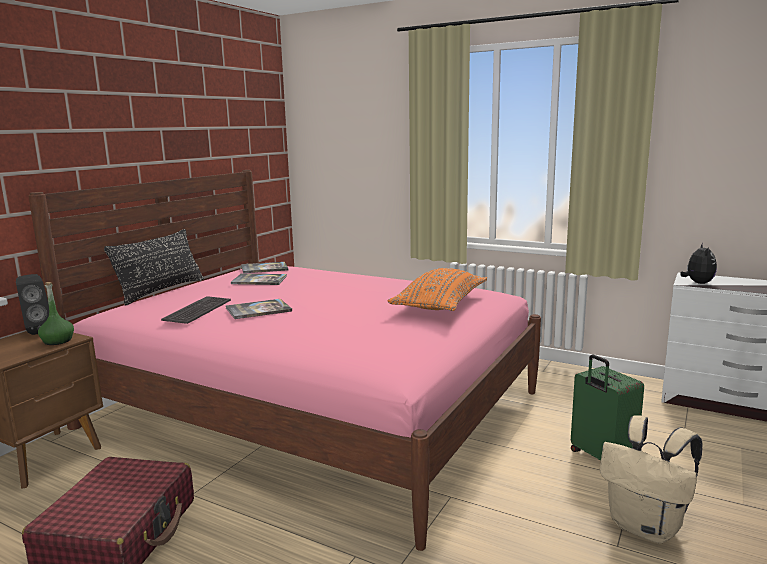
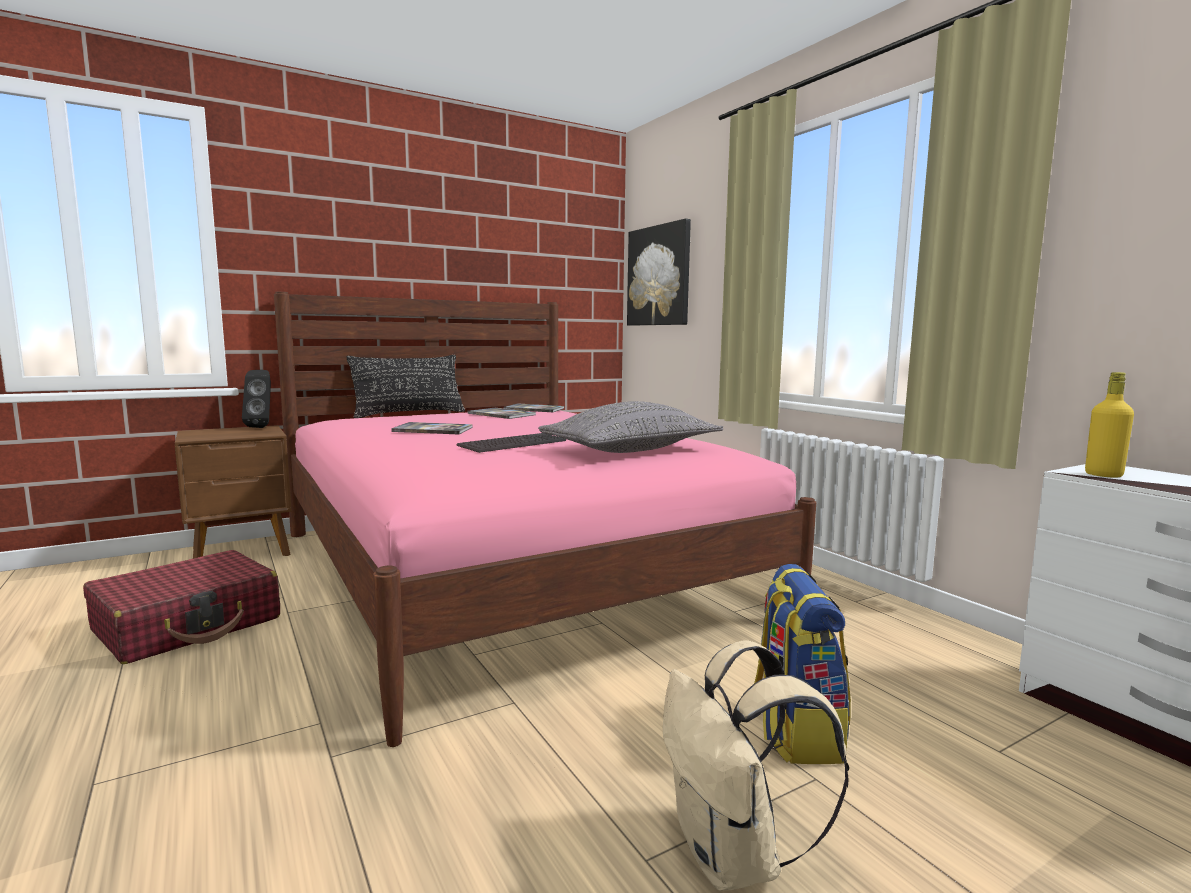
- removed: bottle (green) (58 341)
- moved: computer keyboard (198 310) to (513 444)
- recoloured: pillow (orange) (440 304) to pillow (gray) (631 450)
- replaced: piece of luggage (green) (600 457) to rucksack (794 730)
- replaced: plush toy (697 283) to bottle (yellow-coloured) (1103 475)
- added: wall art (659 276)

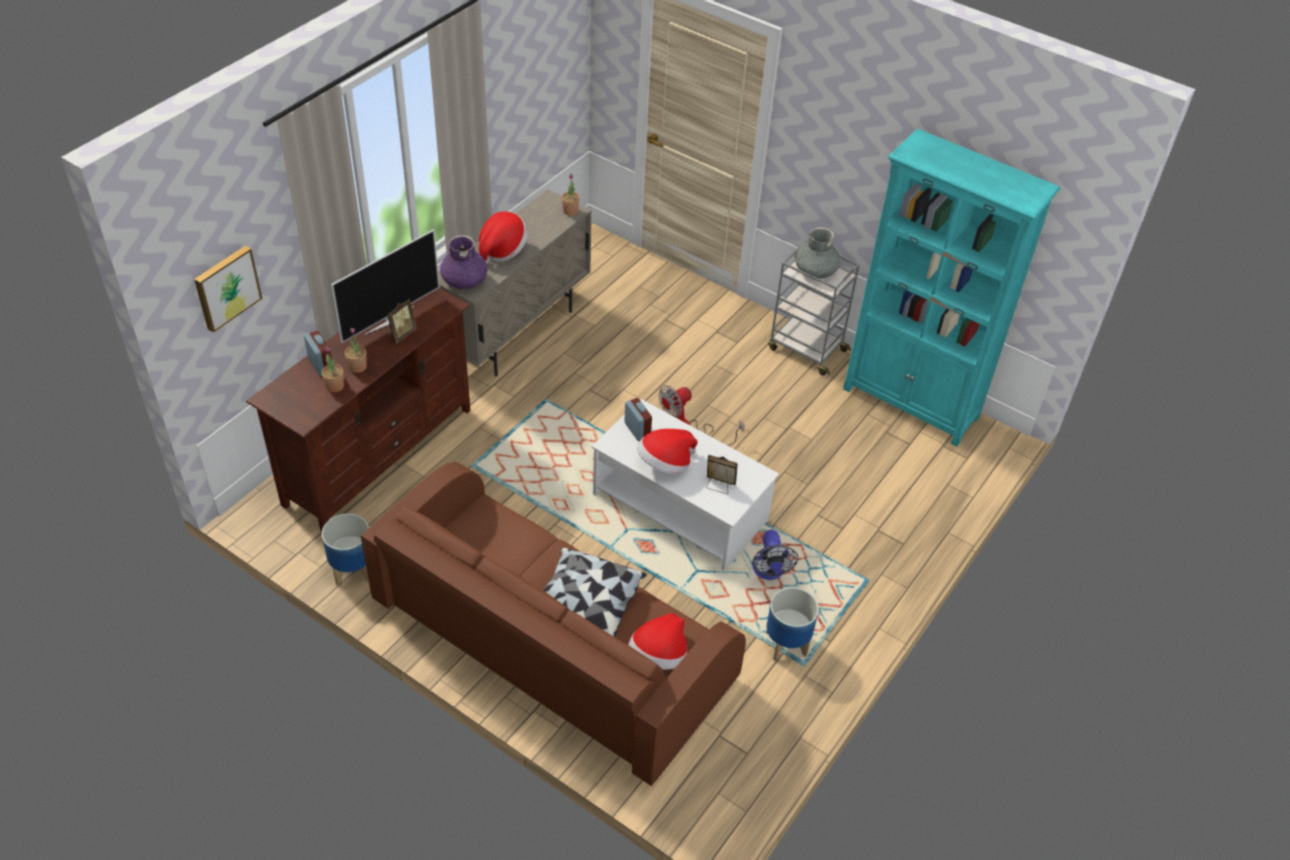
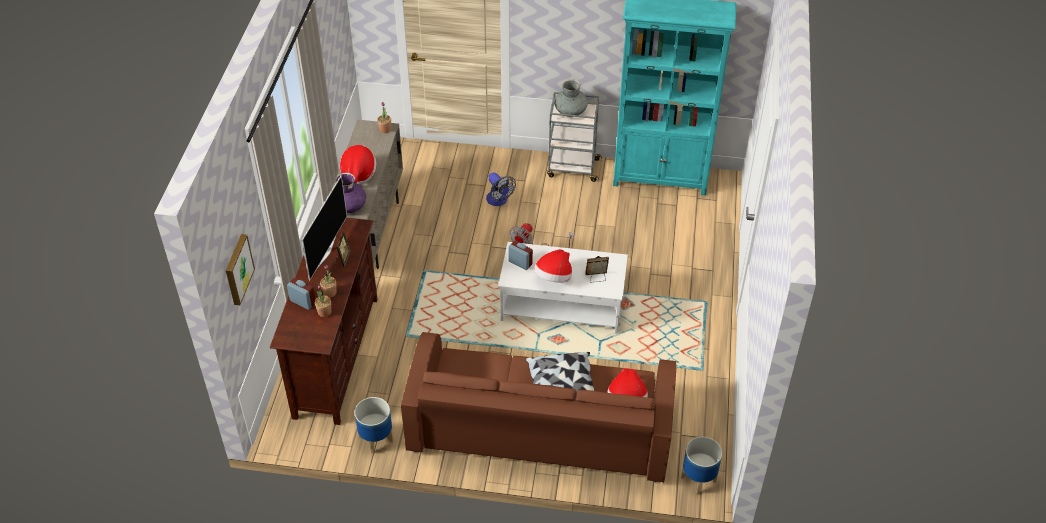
- moved: fan (769 572) to (499 201)
- moved: planter (785 644) to (698 480)

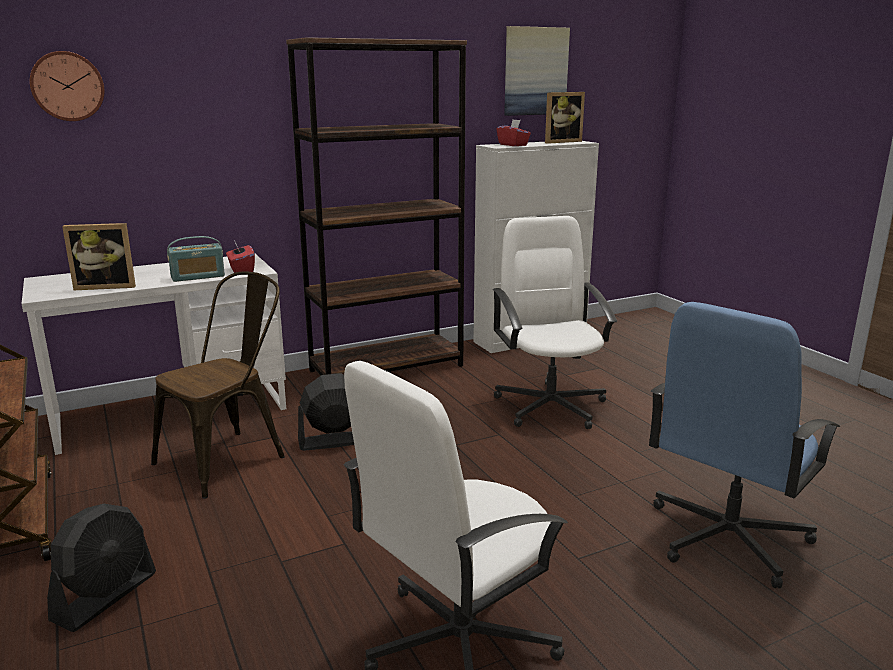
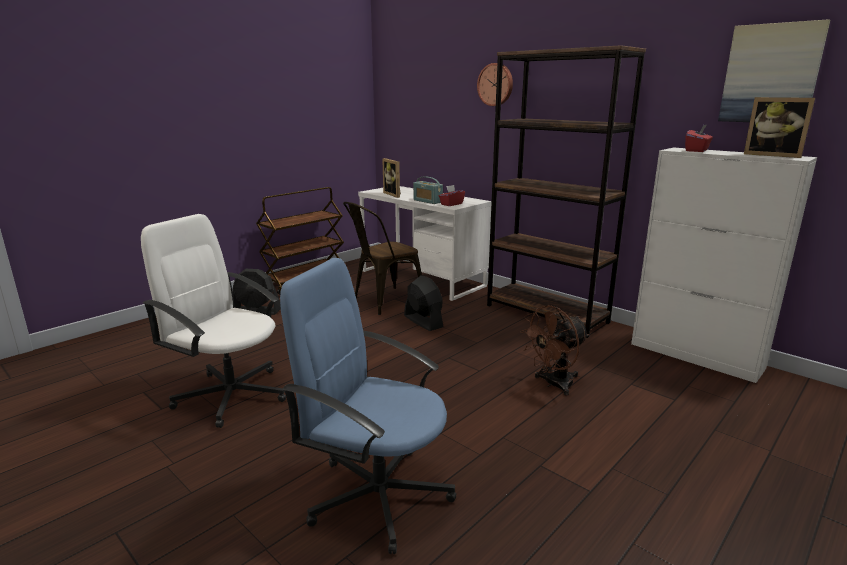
- moved: hanging clock (67 86) to (496 84)
- turned: plain chair (brown) (229 458) = (383 302) 120 degrees clockwise
- replaced: desk chair (white-coloured) (550 405) to fan (brown) (553 384)

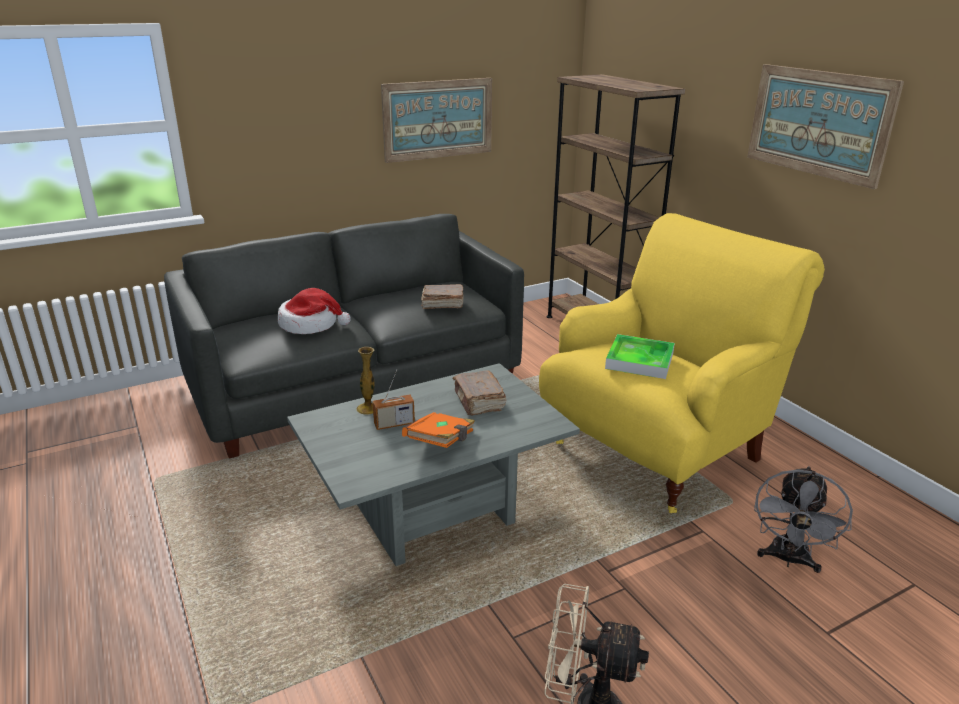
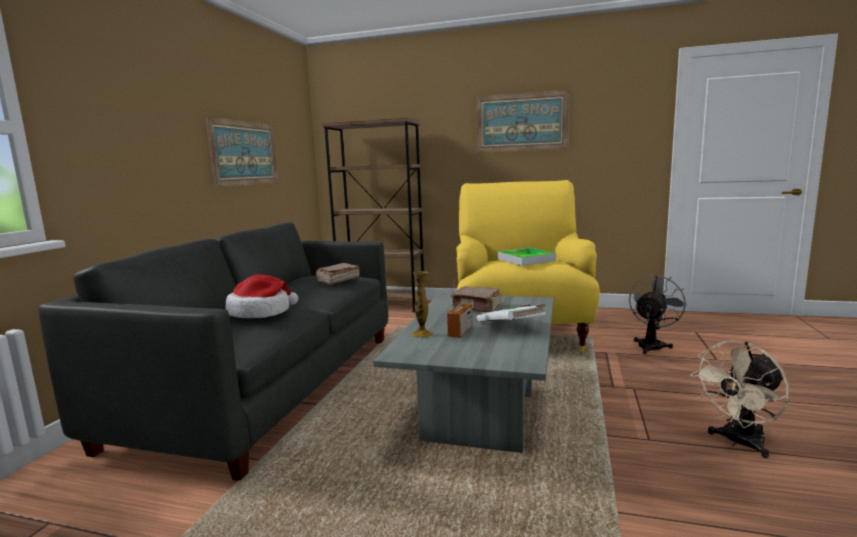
- recoloured: book (orange) (441 442) to book (white-coloured) (511 327)
- turned: fan (gray) (788 560) = (652 345) 120 degrees counterclockwise

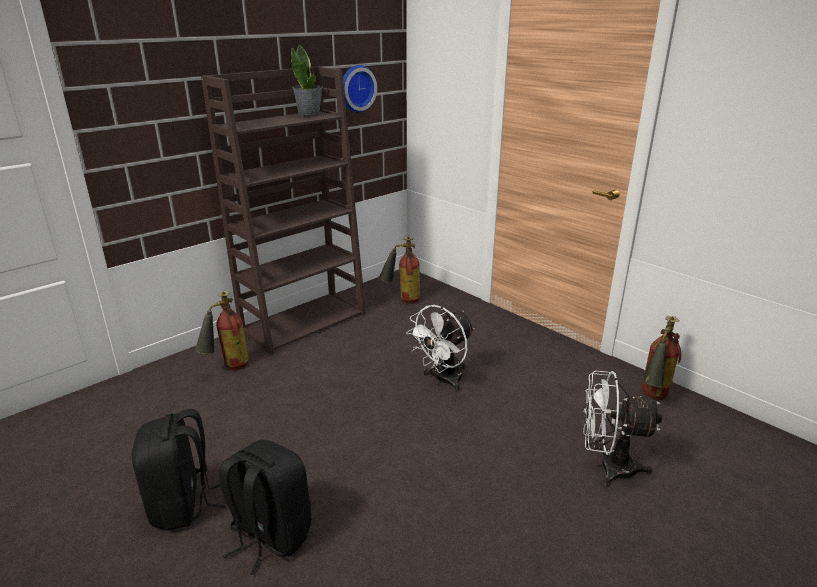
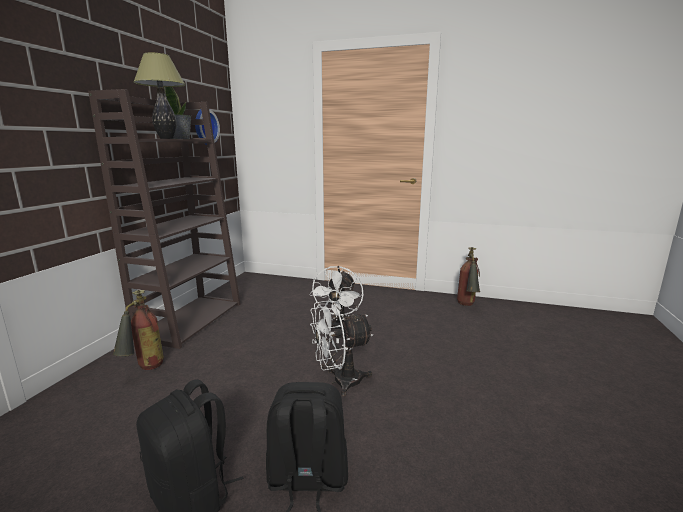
- removed: extinguisher (402 300)
- moved: fan (white-coloured) (607 467) to (340 382)
- added: lamp for a table (166 138)

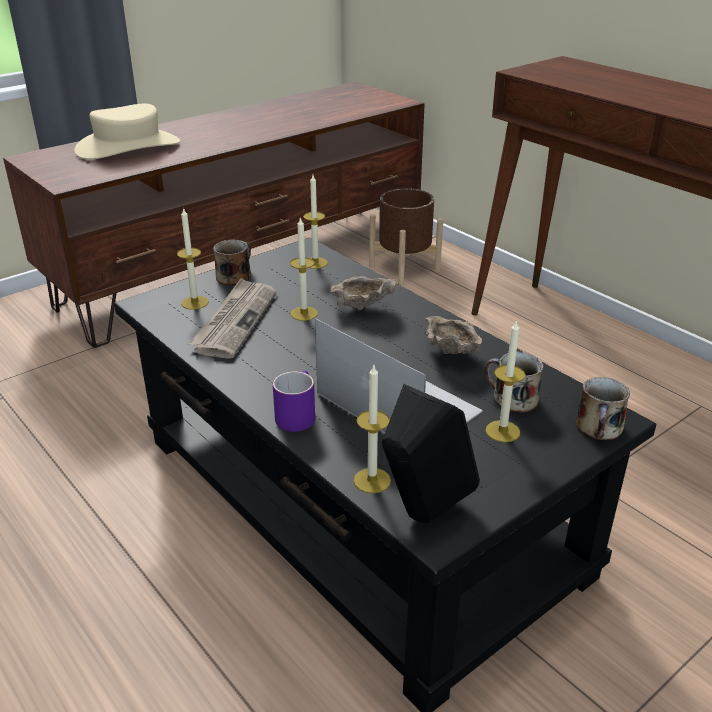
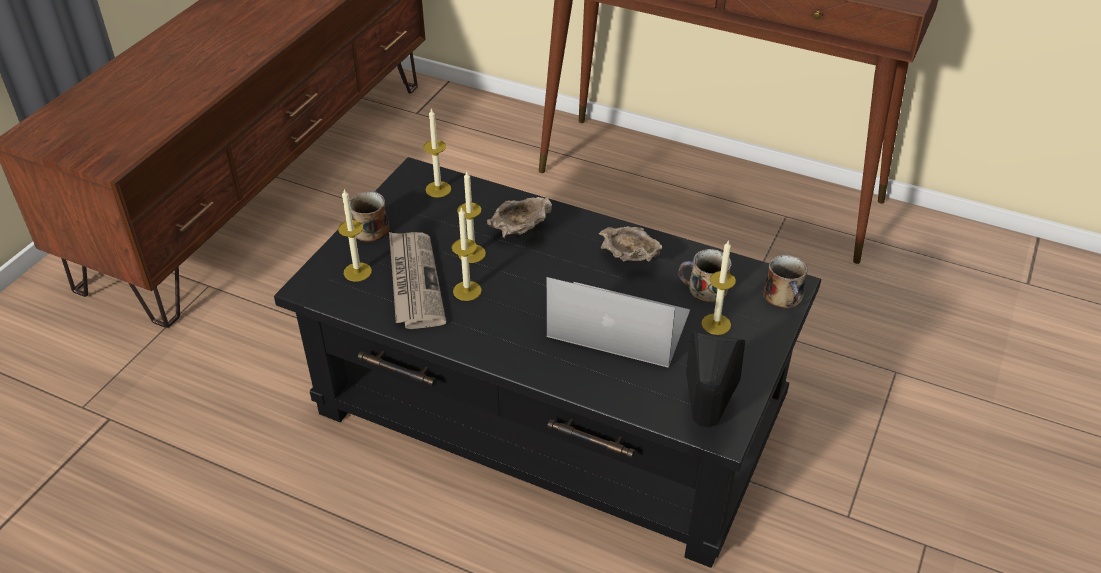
- removed: clothing hat (beige-coloured) (128 147)
- removed: mug (purple) (296 414)
- moved: wax candle (372 480) to (467 291)
- removed: planter (brown) (404 268)

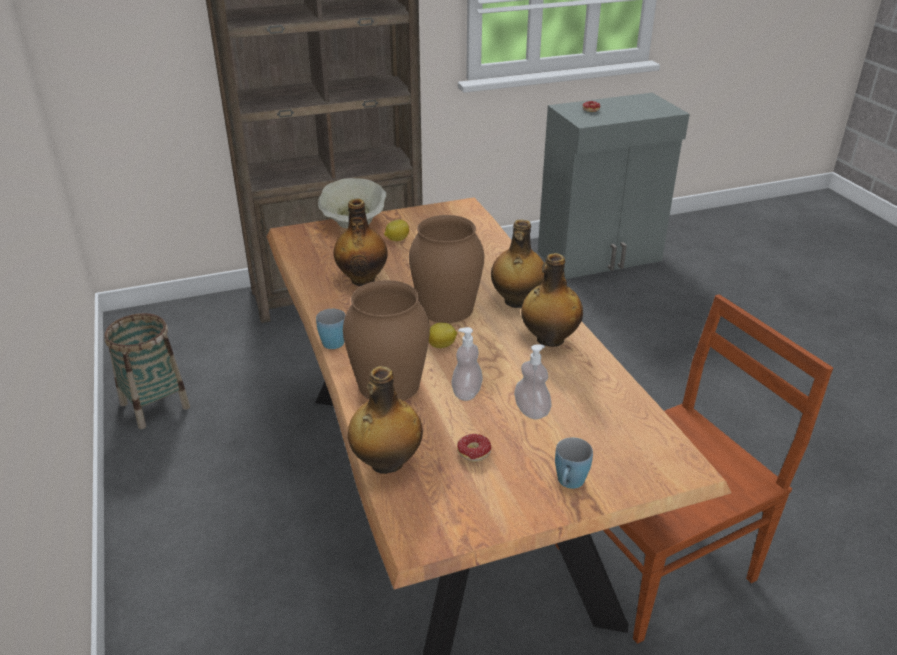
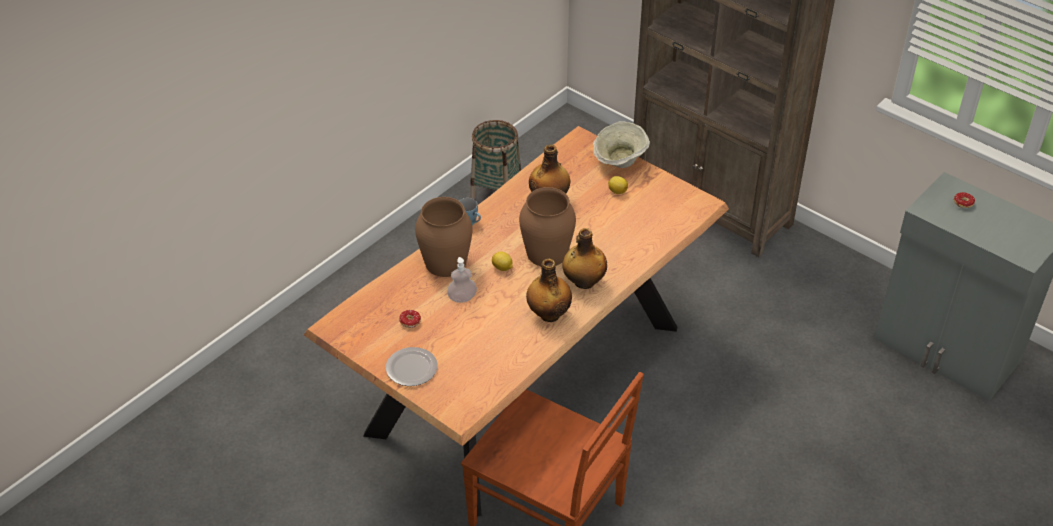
- removed: bottle (386 463)
- removed: soap dispenser (531 411)
- replaced: mug (bluish) (569 484) to plate (411 369)

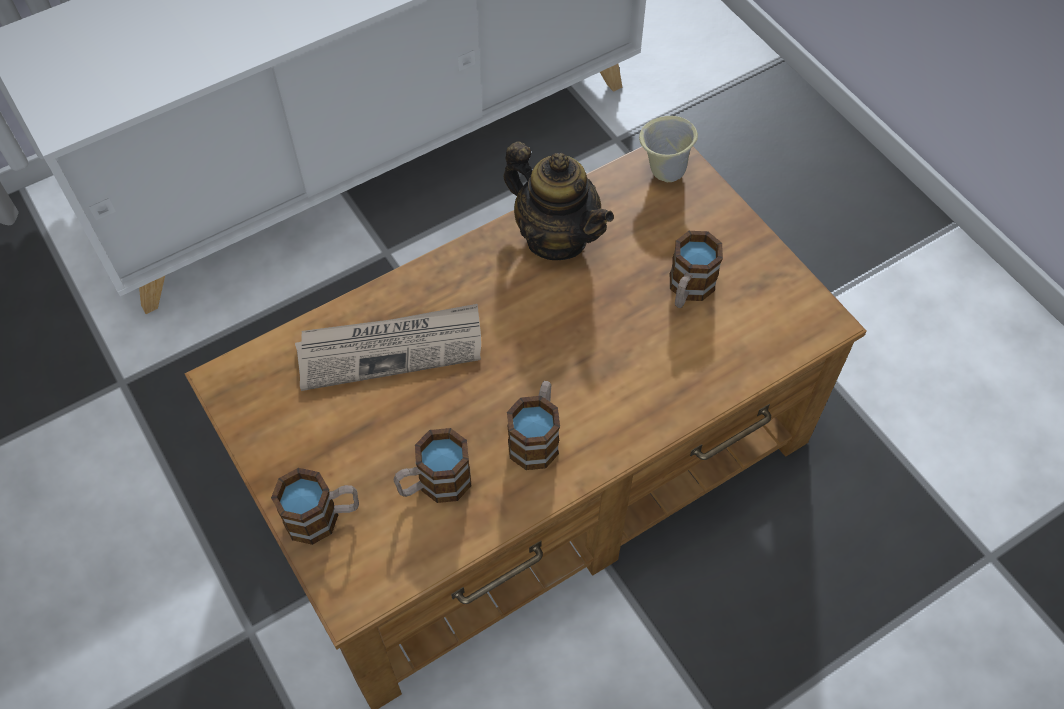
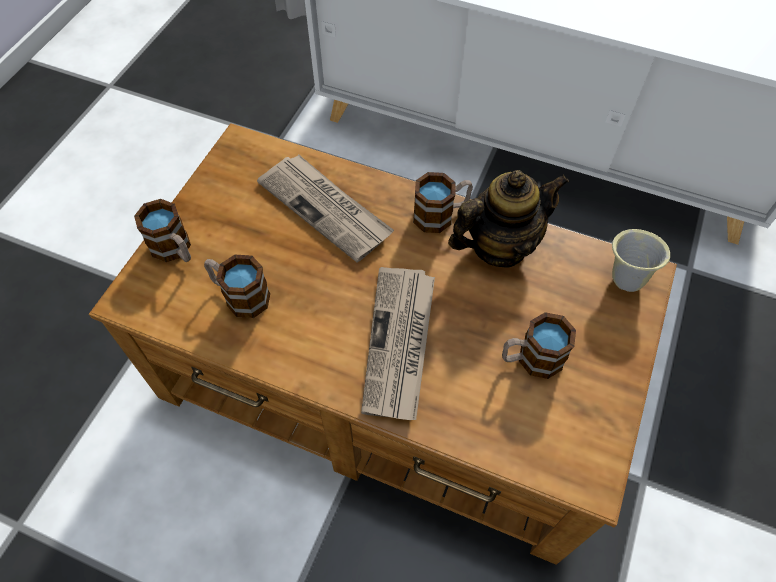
- turned: teapot (556 237) = (499 246) 120 degrees counterclockwise
- moved: mug (536 436) to (441 215)
- added: newspaper (400 344)

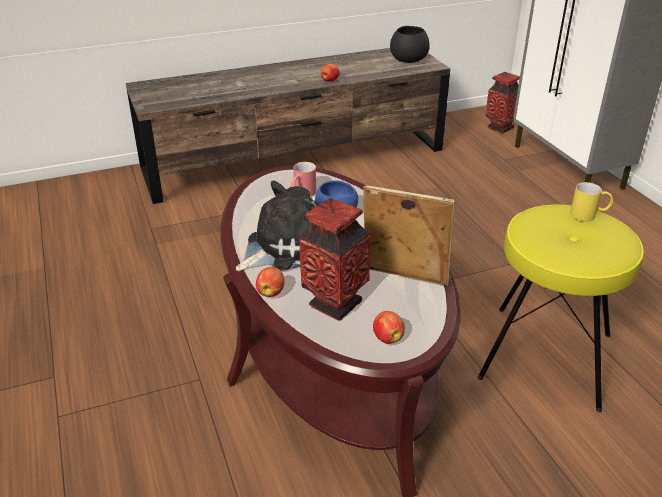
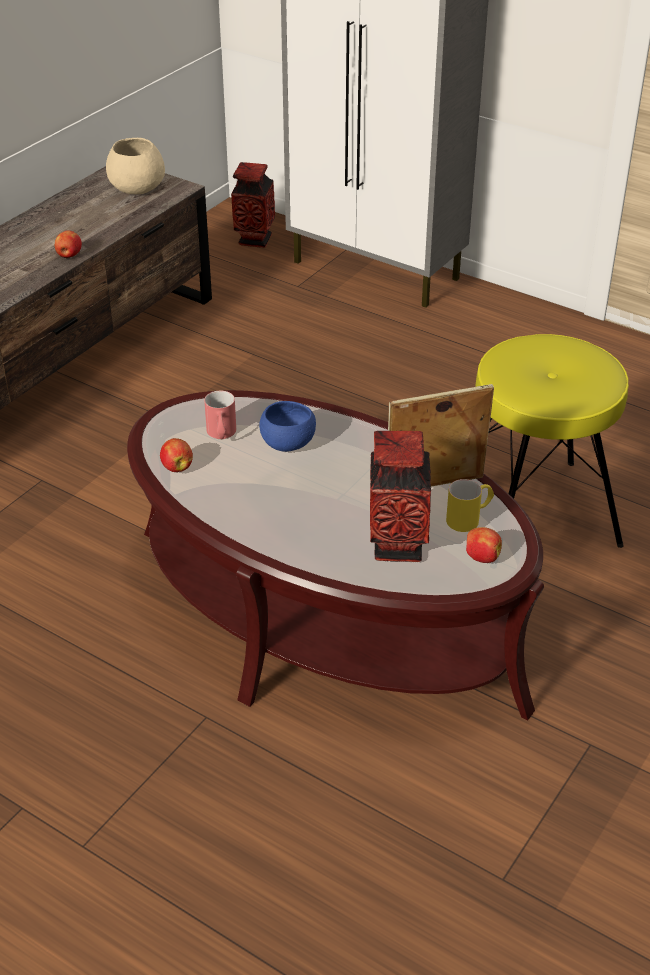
- removed: plush toy (284 247)
- moved: apple (271 292) to (177 467)
- recoloured: bowl (black) (408 59) to bowl (beige-coloured) (137 187)
- moved: mug (yellow-coloured) (589 215) to (469 518)

